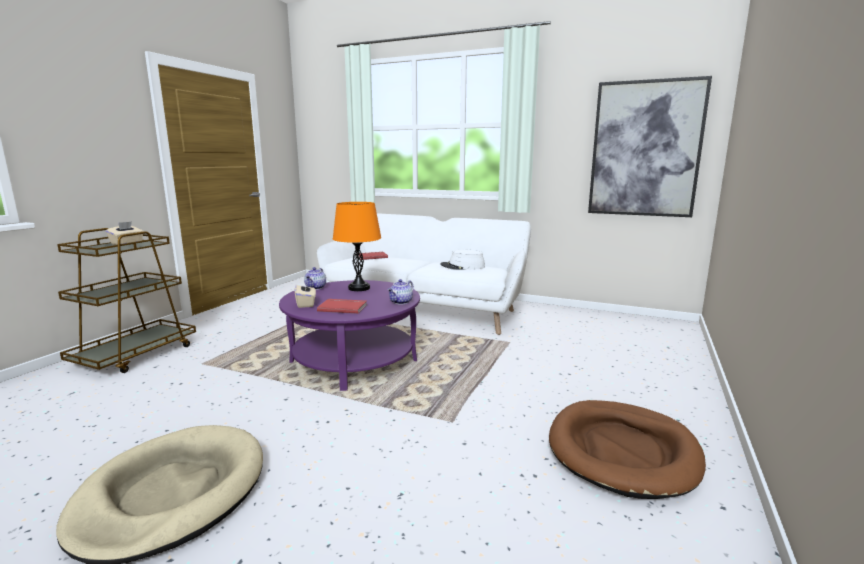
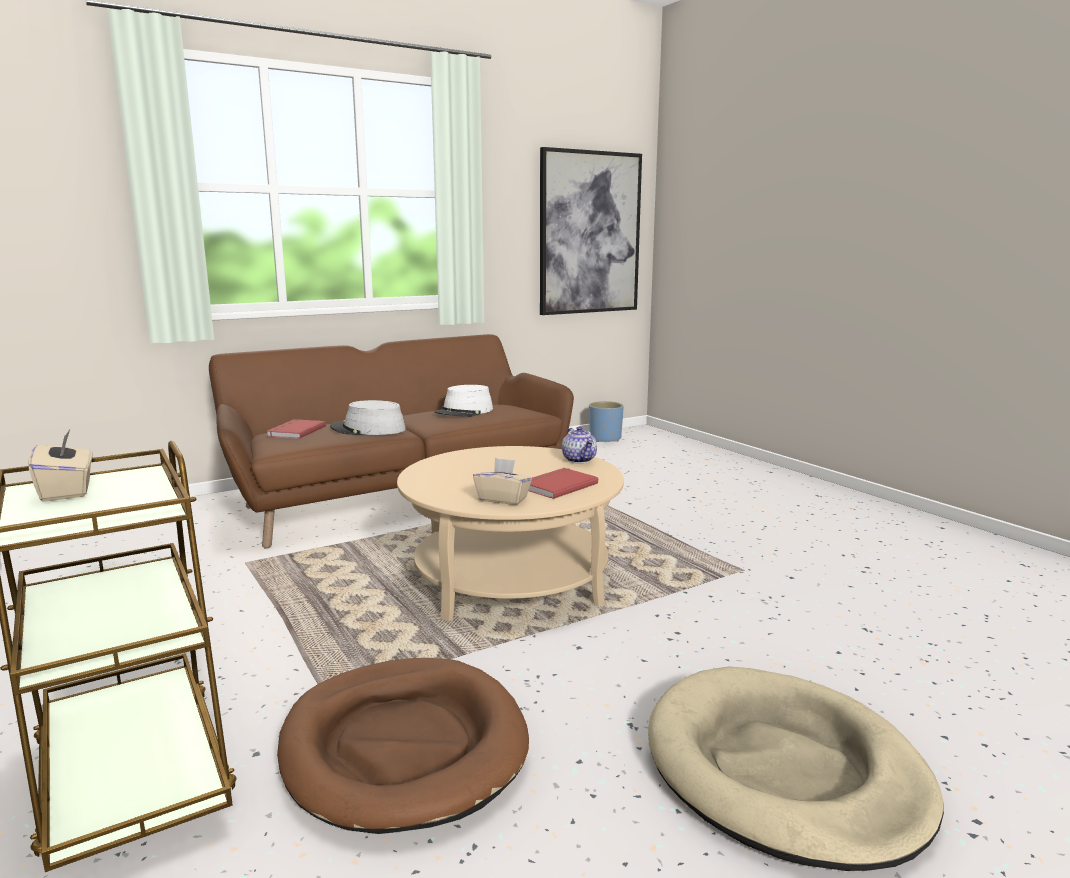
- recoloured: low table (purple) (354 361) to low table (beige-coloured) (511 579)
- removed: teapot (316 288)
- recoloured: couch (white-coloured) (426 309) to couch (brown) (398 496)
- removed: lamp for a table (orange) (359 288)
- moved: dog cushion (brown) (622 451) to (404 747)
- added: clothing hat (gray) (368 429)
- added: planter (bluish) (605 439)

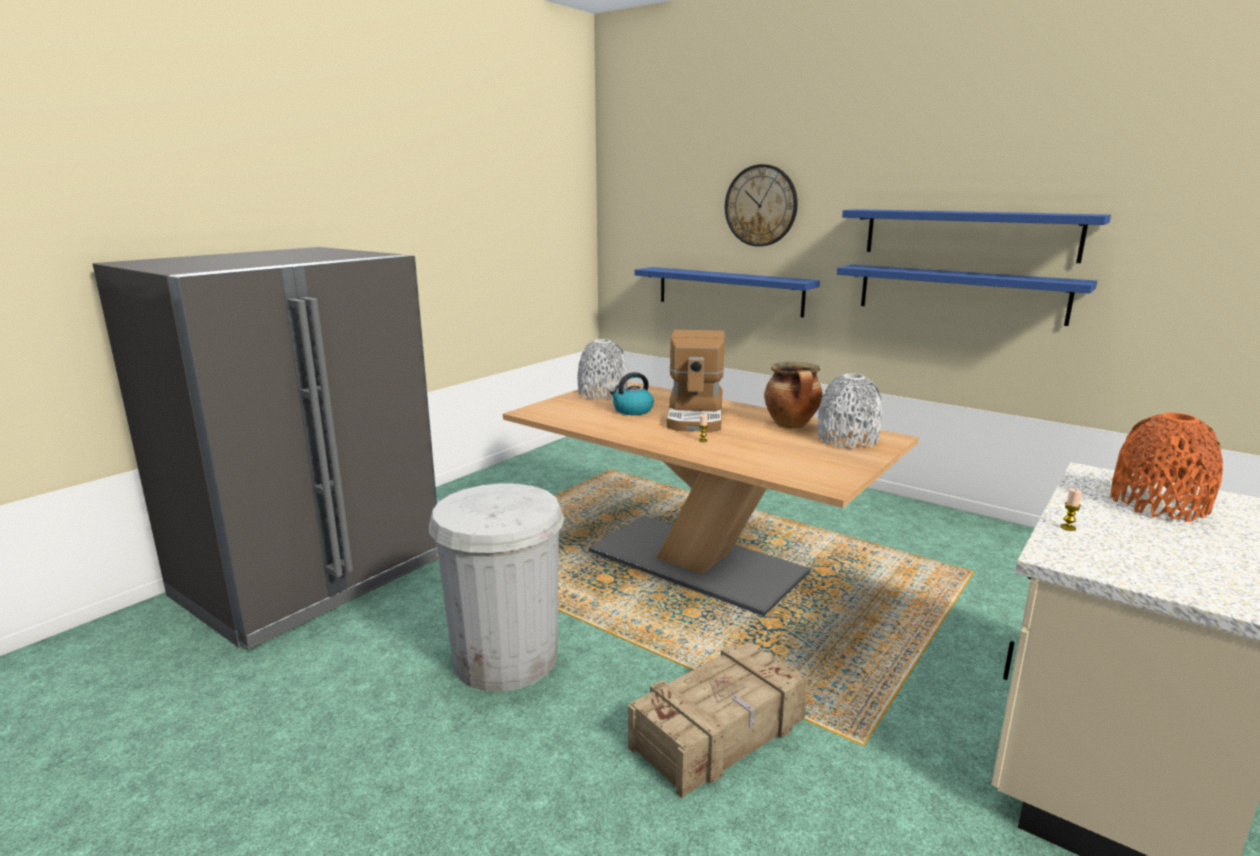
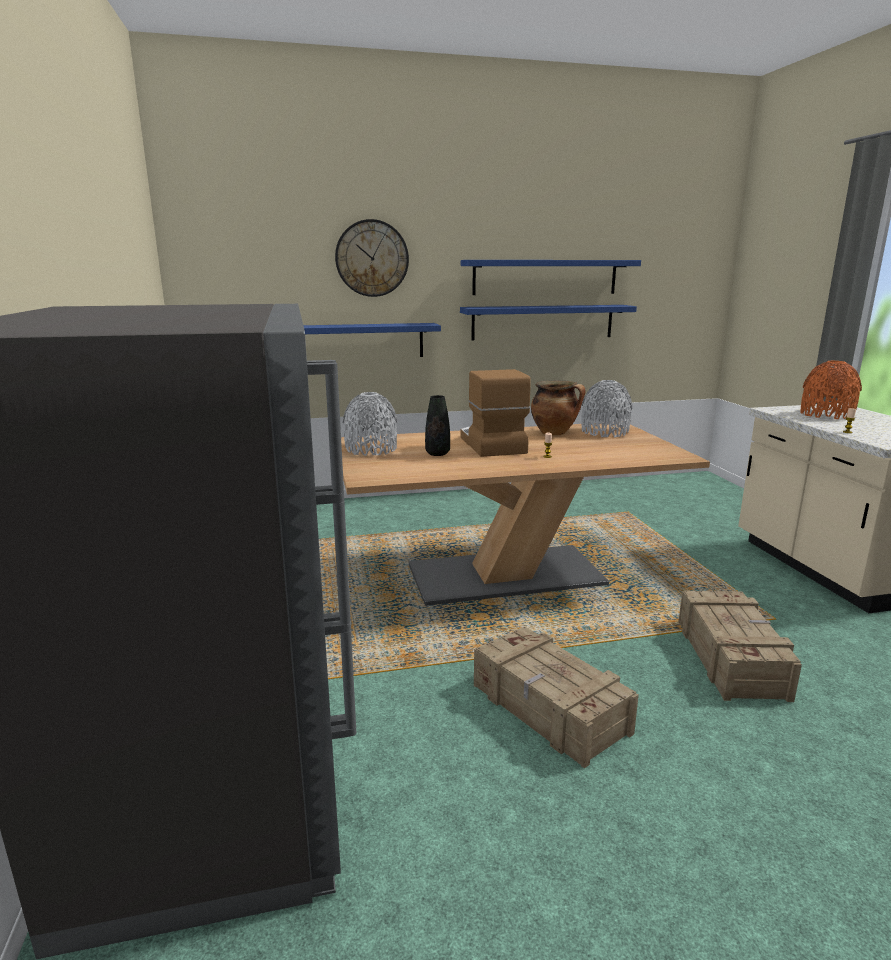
- replaced: rubbish bin (white-coloured) (505 658) to packing crate (549 709)
- replaced: kettle (632 410) to flower vase (black) (437 453)
- turned: coffee machine (696 417) = (490 444) 150 degrees counterclockwise

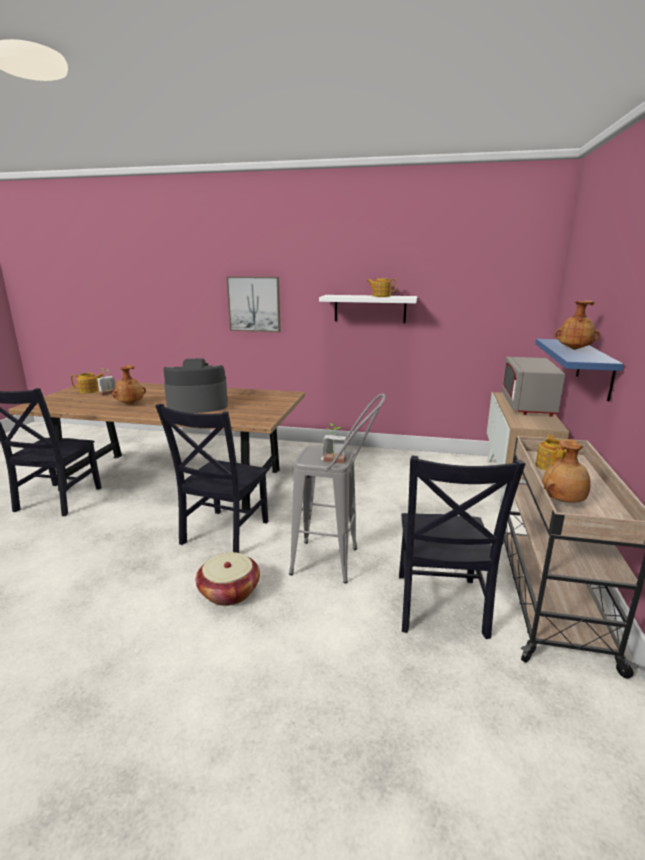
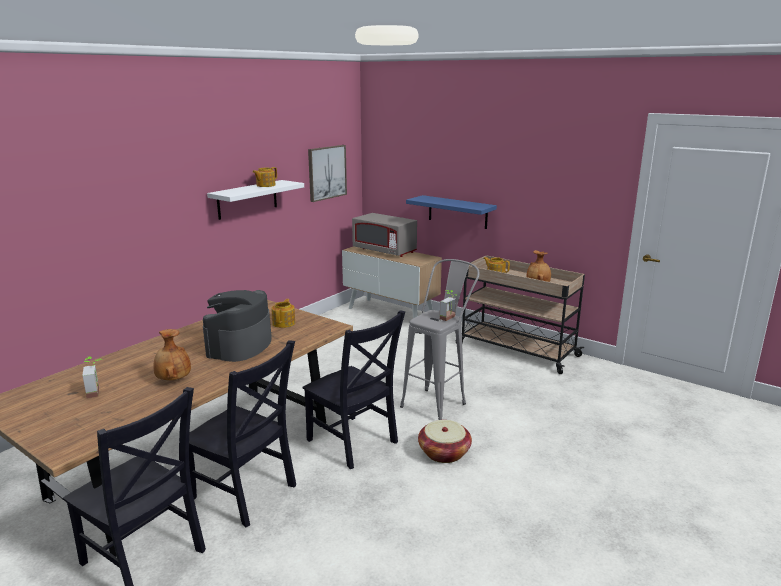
- moved: teapot (89 391) to (284 323)
- moved: wall art (254 304) to (327 172)
- moved: plain chair (black) (440 607) to (246 494)
- removed: flower vase (brown) (573 349)

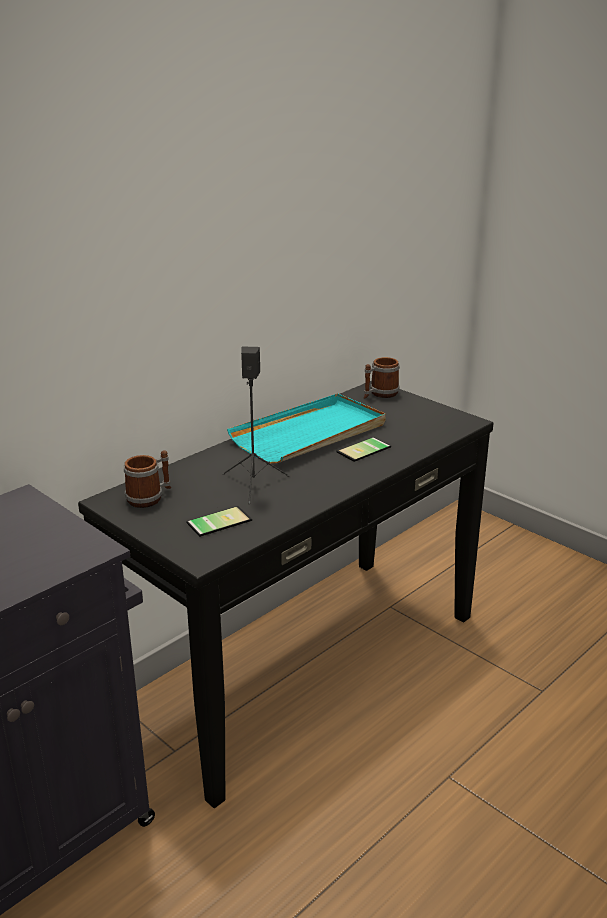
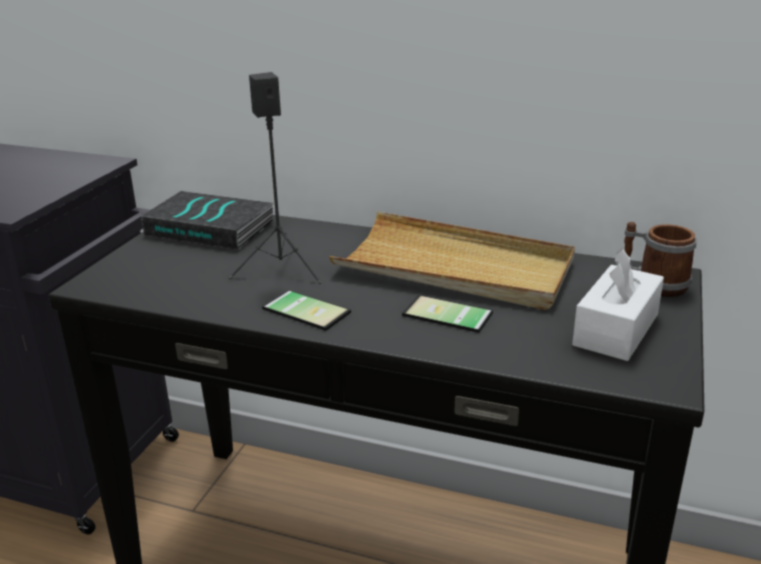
- replaced: mug (150 497) to book (212 228)
- moved: phone (217 520) to (309 308)
- recoloured: serving tray (turquoise-coloured) (310 434) to serving tray (beige-coloured) (455 268)
- added: tissue holder (white-coloured) (616 330)

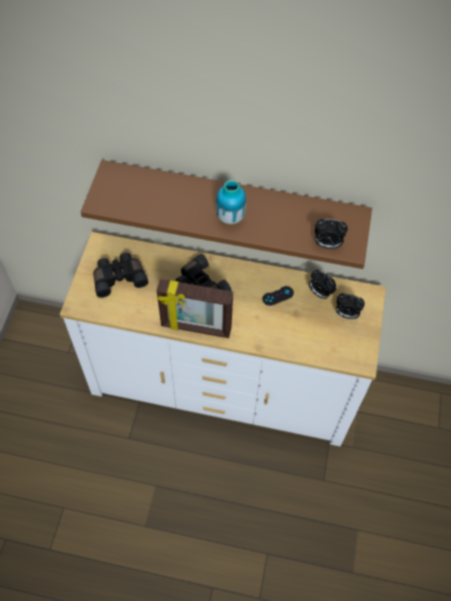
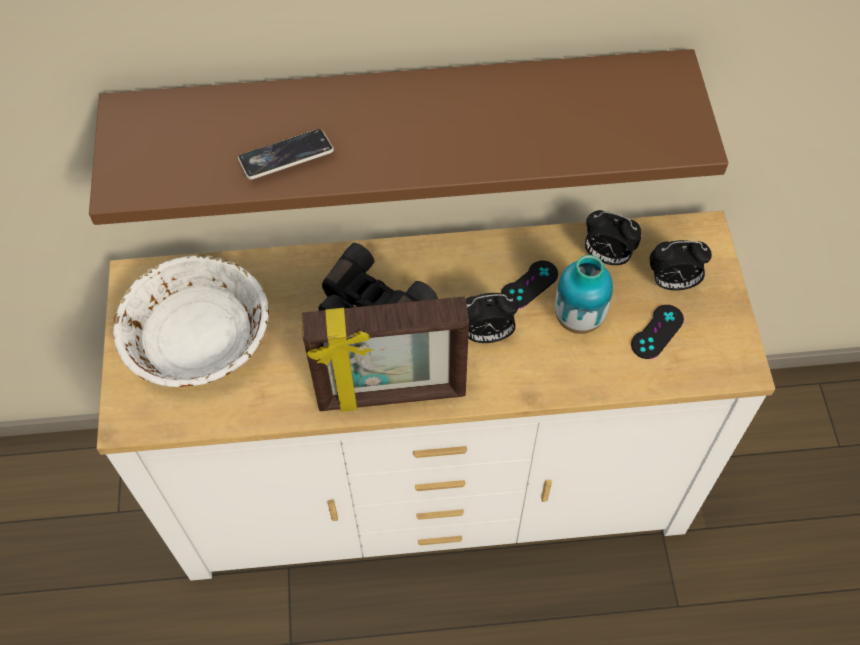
- replaced: field glasses (black) (119 278) to bowl (white-coloured) (199 337)
- moved: flower vase (230 219) to (578 319)
- moved: alarm clock (327 244) to (487 334)
- added: phone (286 158)
- added: game controller (black) (657 332)

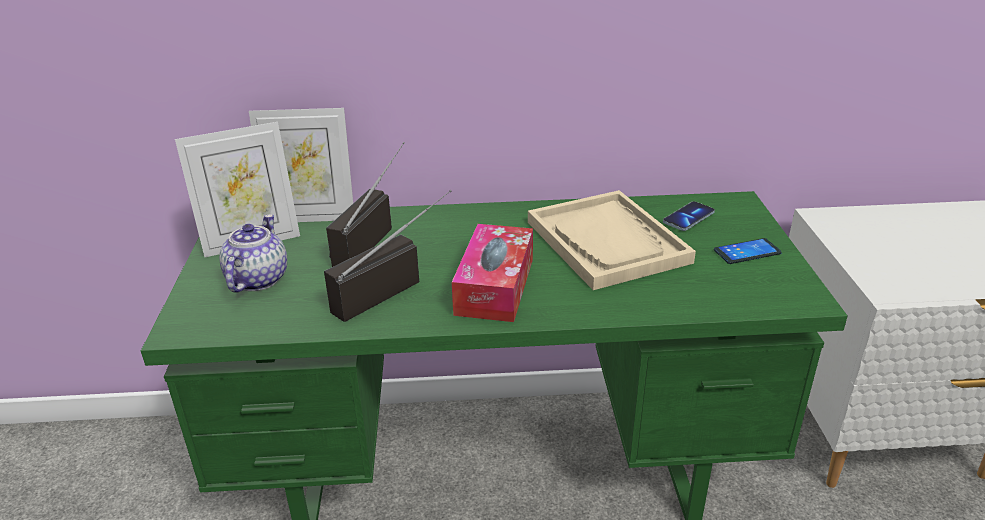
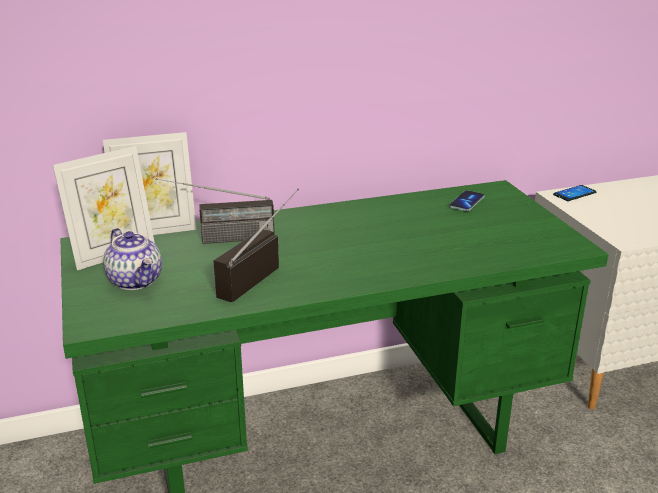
- turned: teapot (257 279) = (136 281) 150 degrees clockwise
- turned: radio receiver (371 236) = (218 239) 105 degrees counterclockwise
- removed: tissue holder (495 286)
- removed: serving tray (beige-coloured) (607 242)
- moved: phone (747 252) to (574 194)

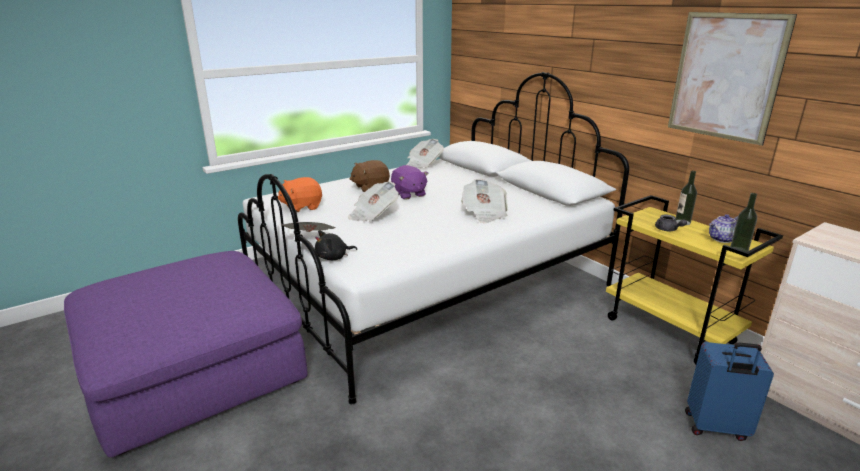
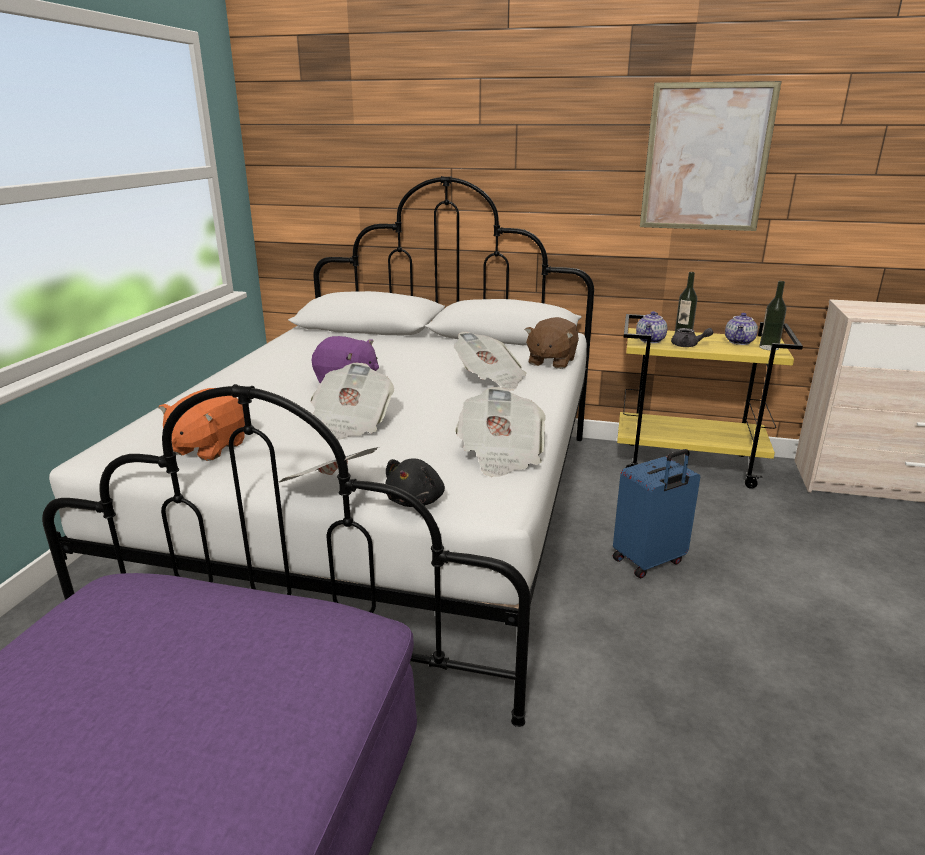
- moved: plush toy (brown) (370 187) to (551 361)
- moved: newspaper (423 164) to (500 455)
- moved: piece of luggage (bluish) (716 427) to (649 561)
- added: teapot (651 340)

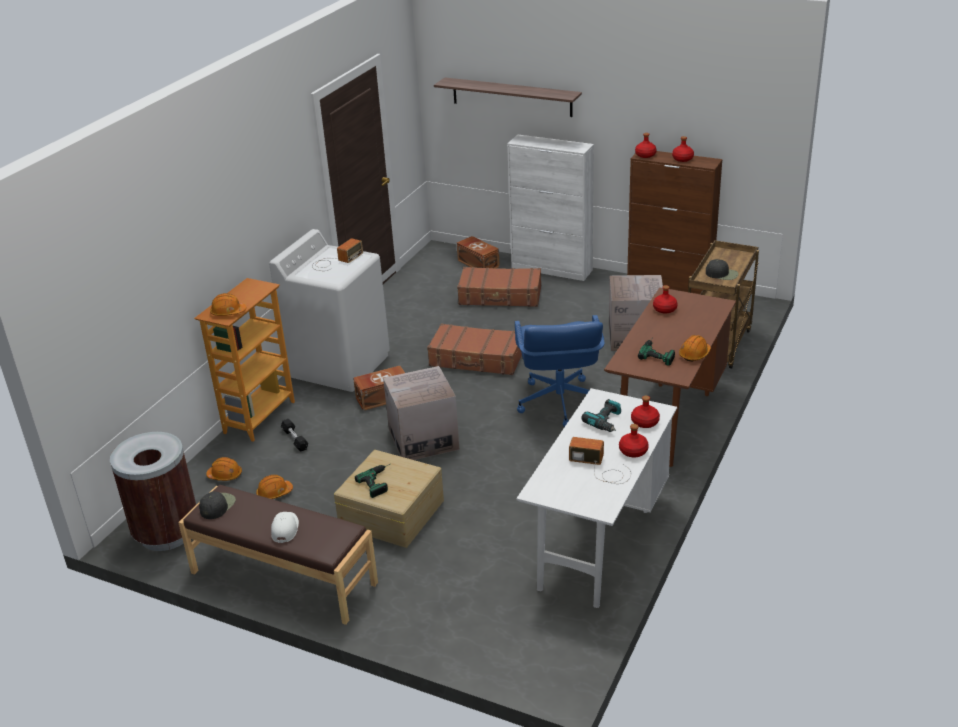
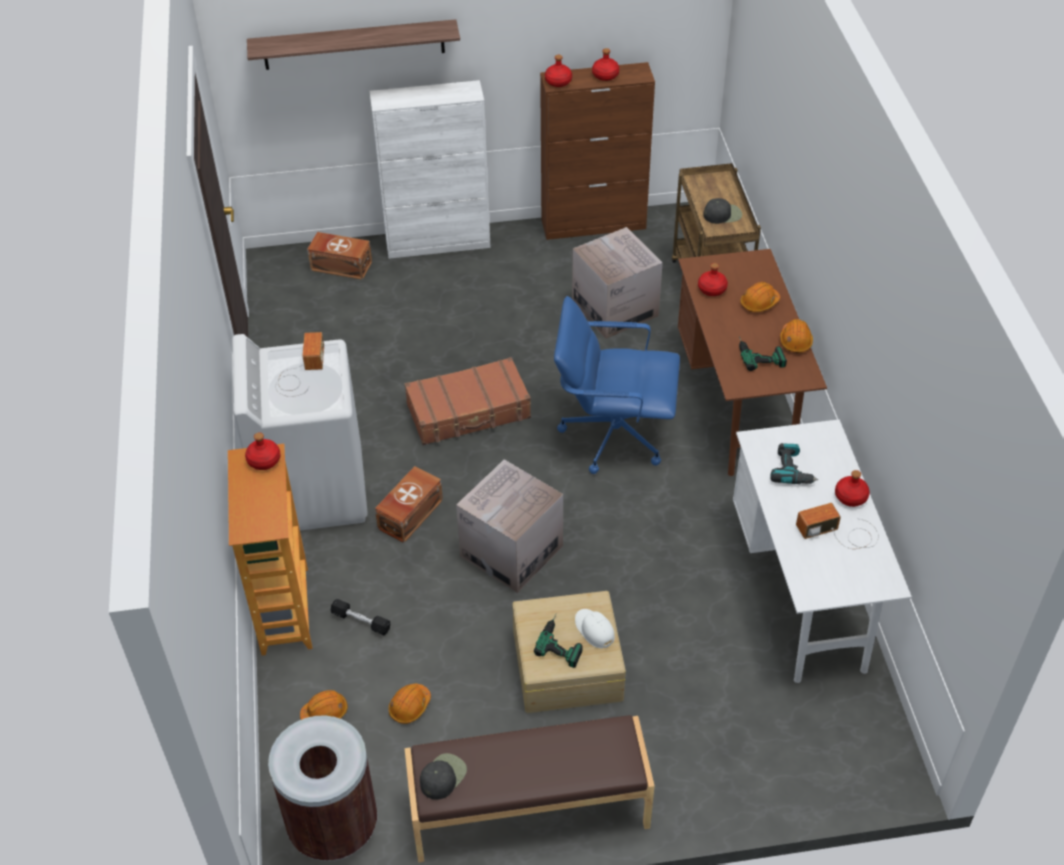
- turned: cap (black) (217 506) = (442 776) 45 degrees clockwise
- moved: safety helmet (orange) (228 312) to (759 303)
- moved: cap (white-coloured) (285 529) to (594 630)
- removed: piece of luggage (brown) (500 296)
- turned: desk chair (bluish) (559 403) = (613 434) 135 degrees clockwise
- moved: bottle (red-coloured) (645 422) to (264 460)

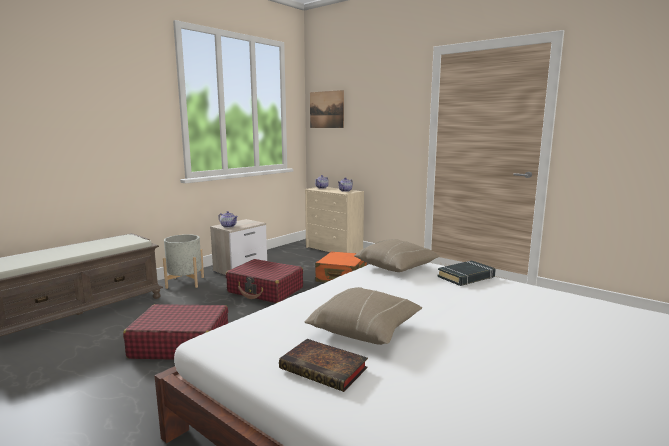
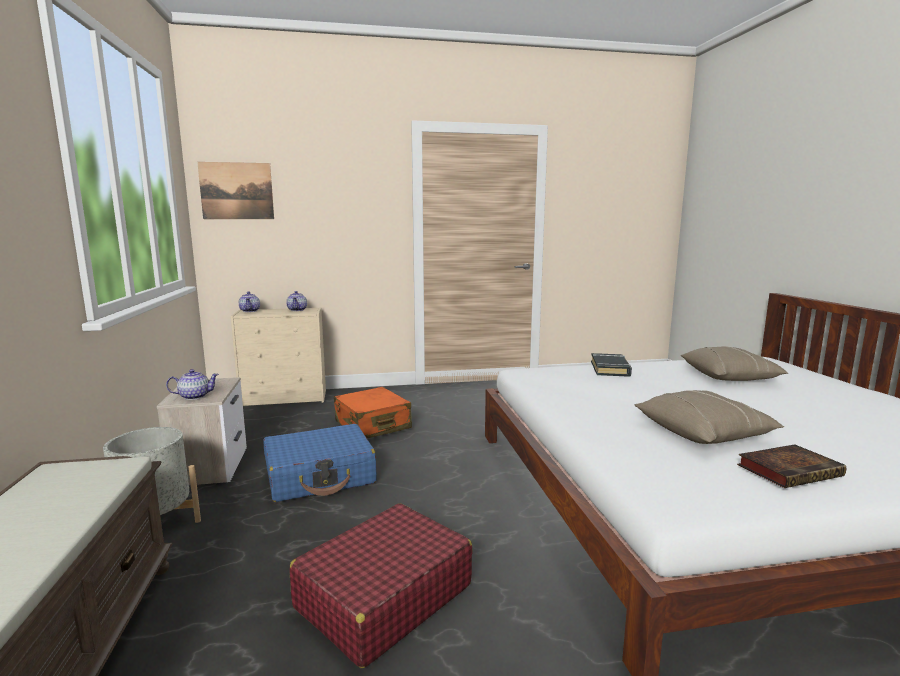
- recoloured: piece of luggage (red-coloured) (265 290) to piece of luggage (bluish) (320 476)
- moved: pillow (beige-coloured) (396 267) to (729 376)

